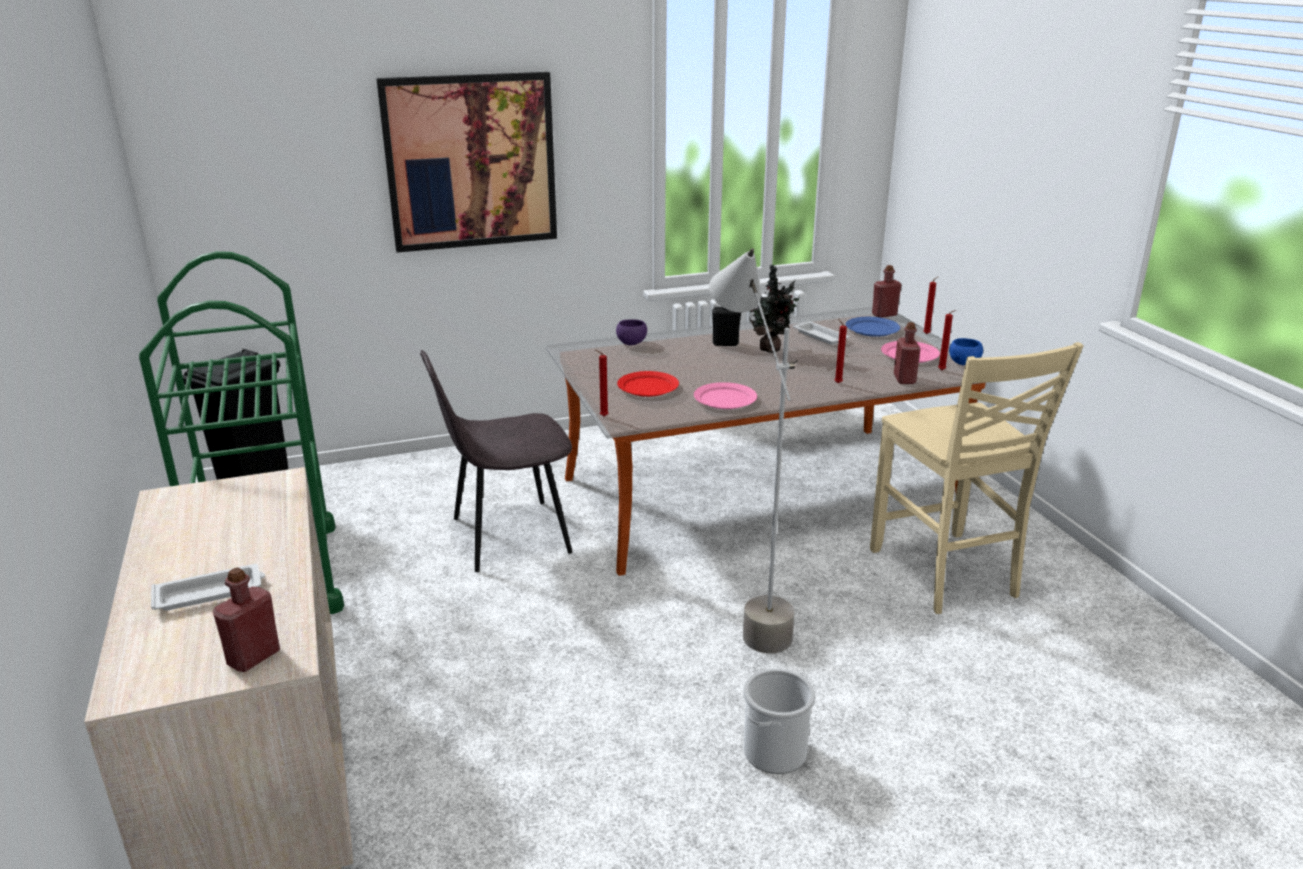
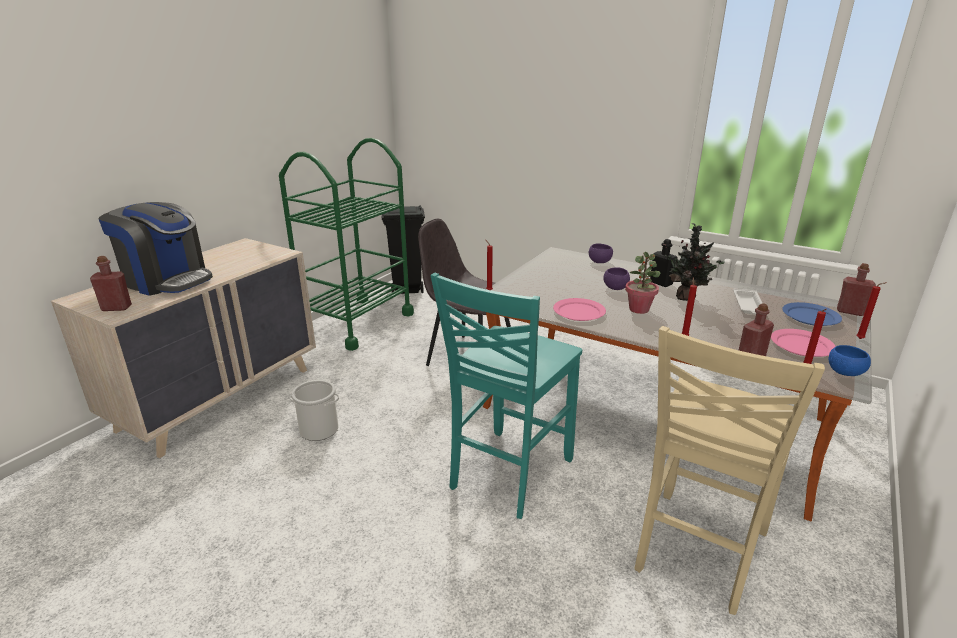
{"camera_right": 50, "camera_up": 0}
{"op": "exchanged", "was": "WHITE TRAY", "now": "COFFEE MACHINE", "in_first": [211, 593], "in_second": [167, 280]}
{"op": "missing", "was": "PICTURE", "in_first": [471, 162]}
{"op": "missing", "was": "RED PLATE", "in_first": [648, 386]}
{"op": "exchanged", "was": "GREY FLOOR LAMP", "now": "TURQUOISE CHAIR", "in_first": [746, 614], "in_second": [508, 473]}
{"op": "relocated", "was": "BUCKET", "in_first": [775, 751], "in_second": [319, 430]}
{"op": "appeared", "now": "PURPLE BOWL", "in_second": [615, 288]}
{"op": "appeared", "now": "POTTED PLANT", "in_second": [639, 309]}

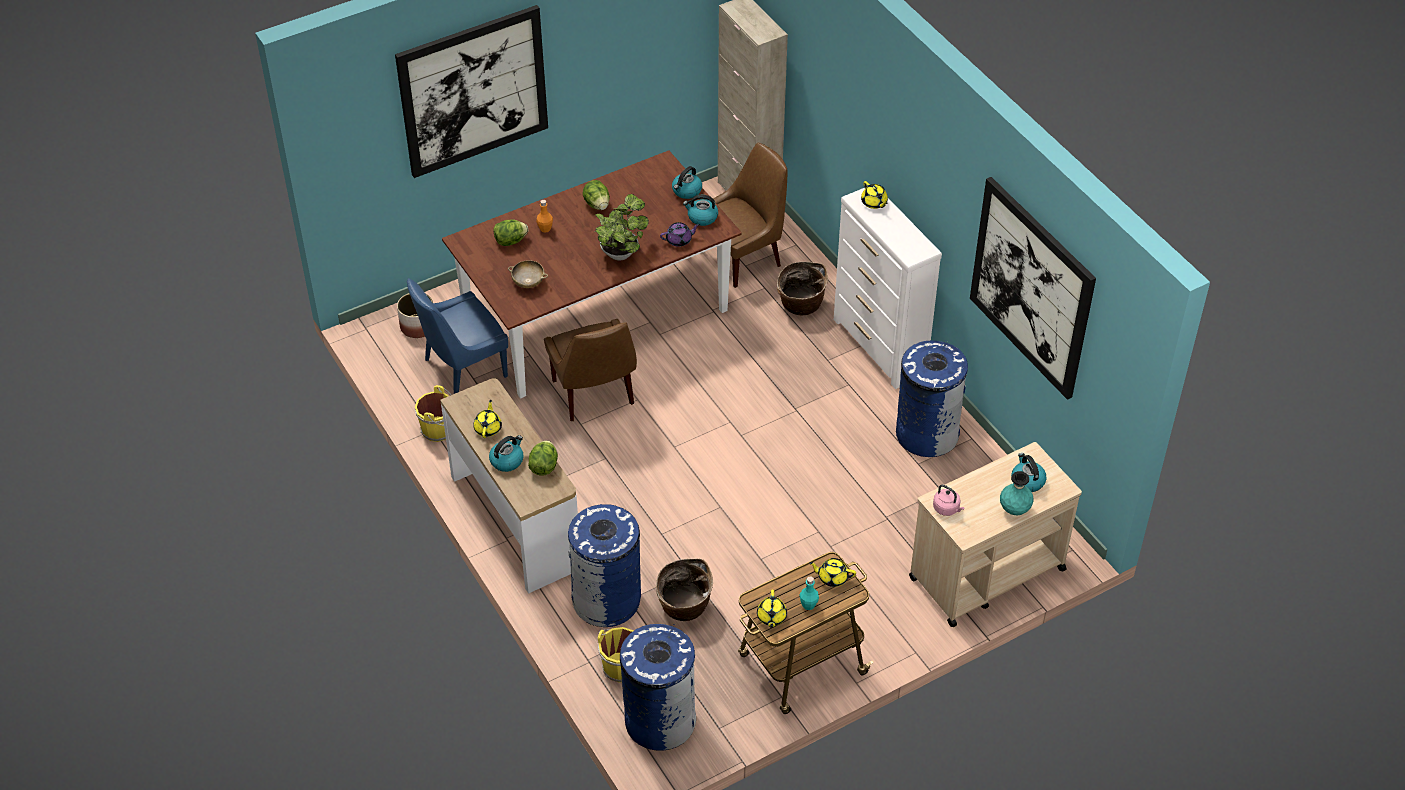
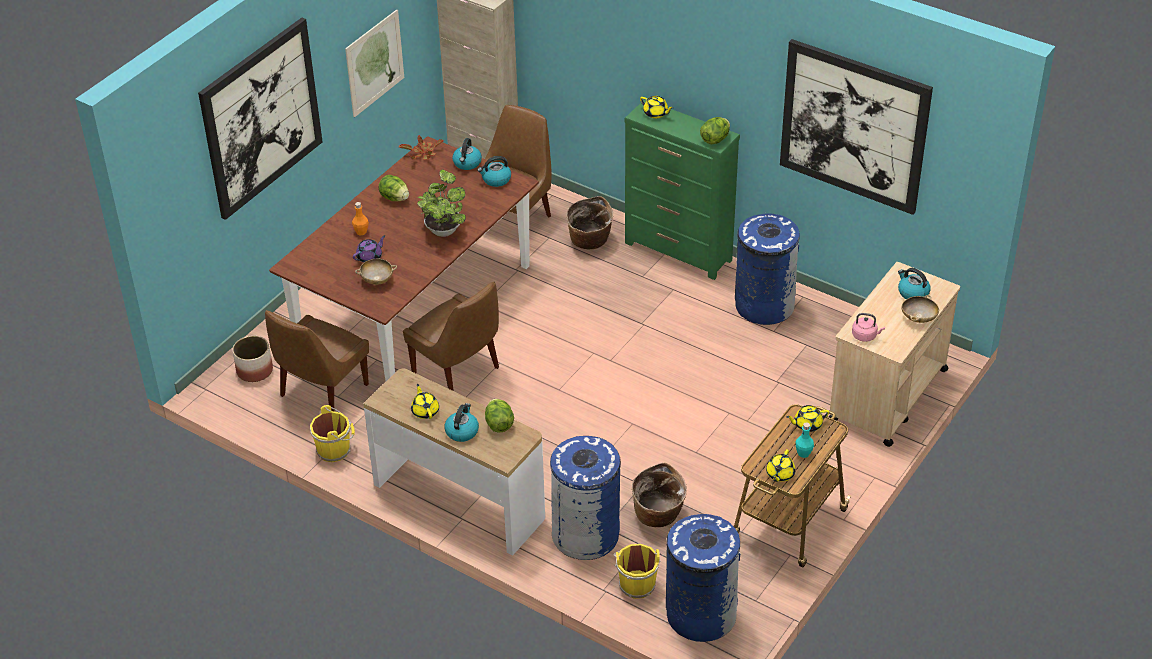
{"camera_right": -25, "camera_up": -5}
{"op": "colour", "was": "BLUE CHAIR", "now": "BROWN CHAIR", "in_first": [462, 369], "in_second": [322, 392]}
{"op": "relocated", "was": "LETTUCE", "in_first": [510, 241], "in_second": [715, 139]}
{"op": "relocated", "was": "PURPLE TEAPOT", "in_first": [679, 240], "in_second": [370, 257]}
{"op": "spun", "was": "YELLOW TEAPOT", "in_first": [771, 617], "in_second": [780, 474], "clockwise": 45}
{"op": "colour", "was": "WHITE DRESSER", "now": "GREEN DRESSER", "in_first": [879, 347], "in_second": [678, 252]}
{"op": "exchanged", "was": "TURQUOISE VASE", "now": "BEIGE BOWL", "in_first": [1014, 510], "in_second": [919, 318]}
{"op": "appeared", "now": "PICTURE", "in_second": [374, 63]}
{"op": "appeared", "now": "POTTED PLANT", "in_second": [423, 154]}

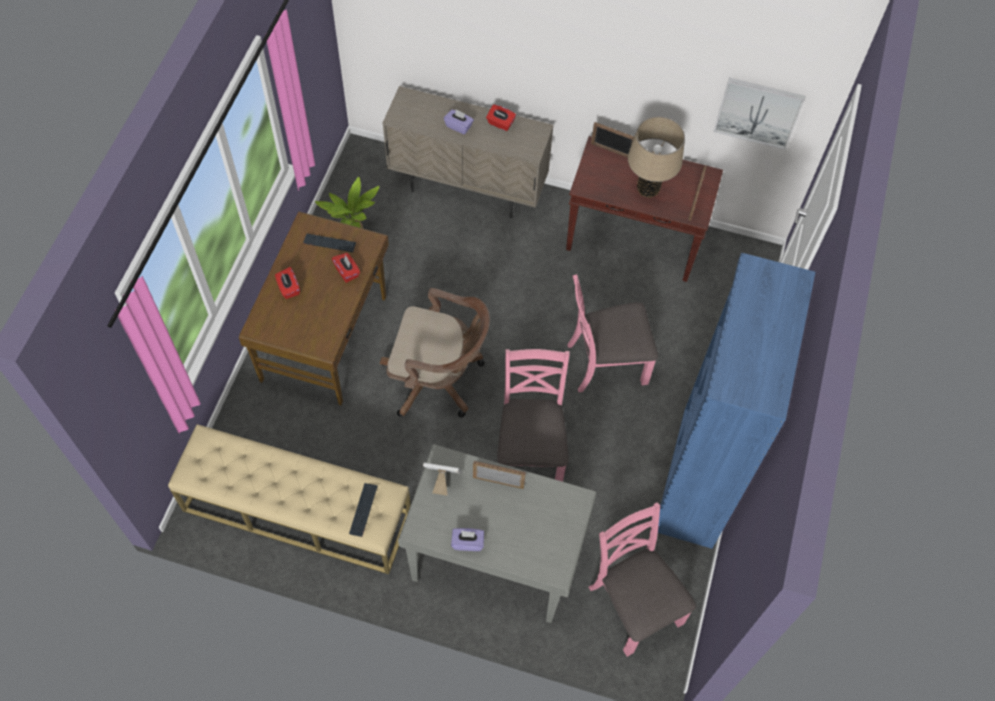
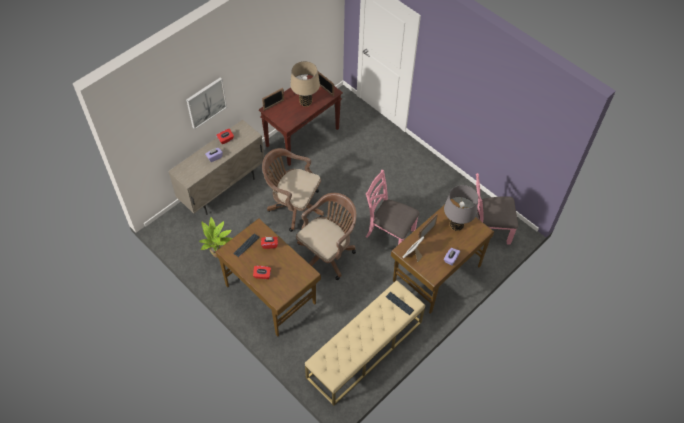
{"camera_right": -60, "camera_up": -5}
{"op": "colour", "was": "GREY DESK", "now": "BROWN DESK", "in_first": [494, 556], "in_second": [436, 273]}
{"op": "missing", "was": "PINK CHAIR", "in_first": [606, 363]}
{"op": "missing", "was": "BLUE BOOKCASE", "in_first": [696, 477]}
{"op": "relocated", "was": "PICTURE", "in_first": [758, 112], "in_second": [206, 102]}
{"op": "appeared", "now": "BROWN OFFICE CHAIR", "in_second": [293, 206]}
{"op": "appeared", "now": "GREY TABLE LAMP", "in_second": [456, 225]}

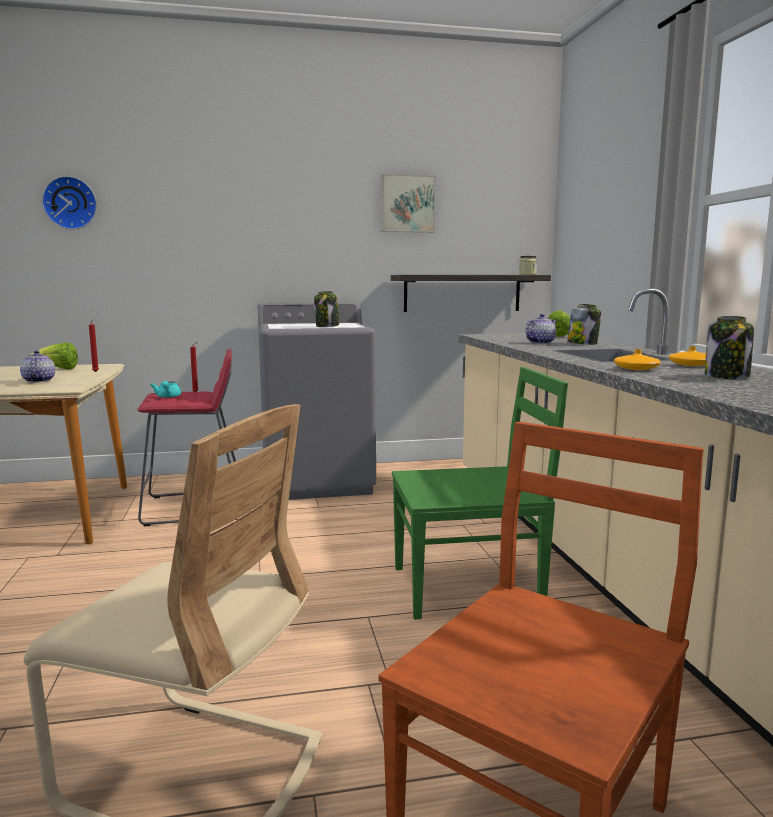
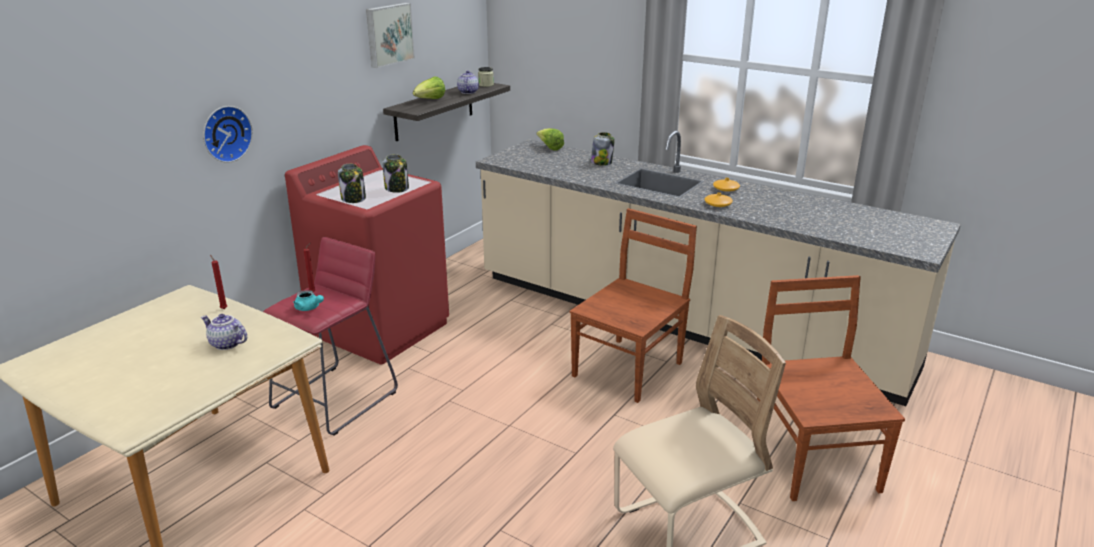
{"camera_right": -45, "camera_up": 15}
{"op": "relocated", "was": "LETTUCE", "in_first": [58, 369], "in_second": [430, 100]}
{"op": "relocated", "was": "WALL CLOCK", "in_first": [70, 203], "in_second": [225, 133]}
{"op": "colour", "was": "GREY WASHING MACHINE", "now": "RED WASHING MACHINE", "in_first": [317, 481], "in_second": [380, 328]}
{"op": "colour", "was": "GREEN CHAIR", "now": "BROWN CHAIR", "in_first": [470, 587], "in_second": [629, 368]}
{"op": "relocated", "was": "TEAPOT", "in_first": [540, 343], "in_second": [467, 92]}
{"op": "relocated", "was": "JAR", "in_first": [727, 376], "in_second": [353, 199]}

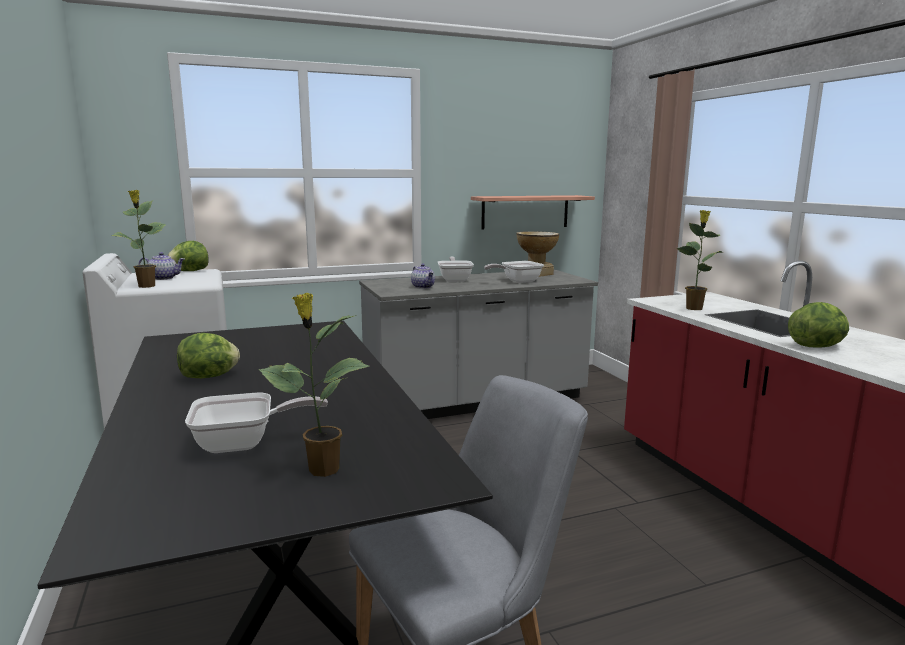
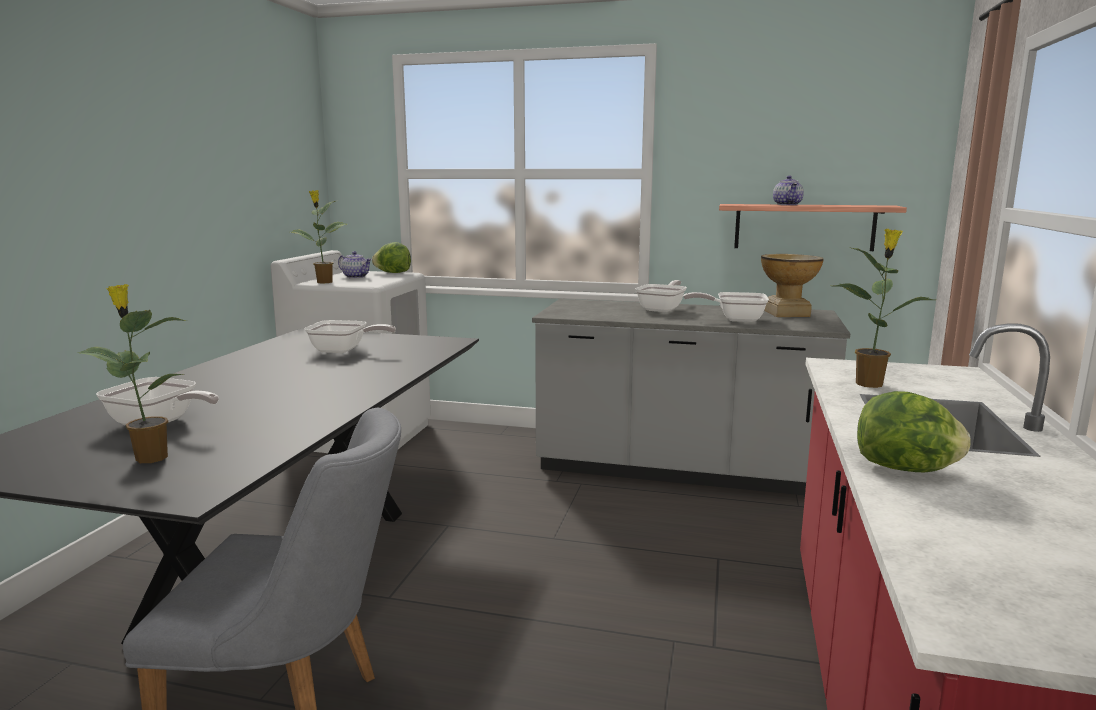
{"camera_right": 35, "camera_up": 0}
{"op": "missing", "was": "LETTUCE", "in_first": [209, 377]}
{"op": "relocated", "was": "TEAPOT", "in_first": [423, 287], "in_second": [787, 204]}
{"op": "appeared", "now": "FRYING PAN", "in_second": [343, 350]}

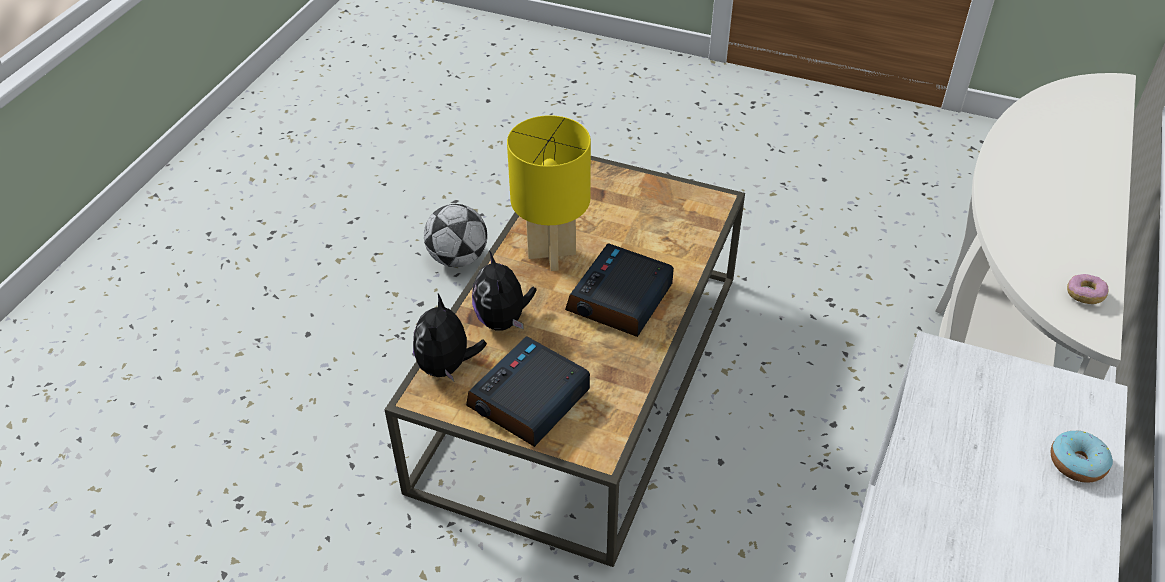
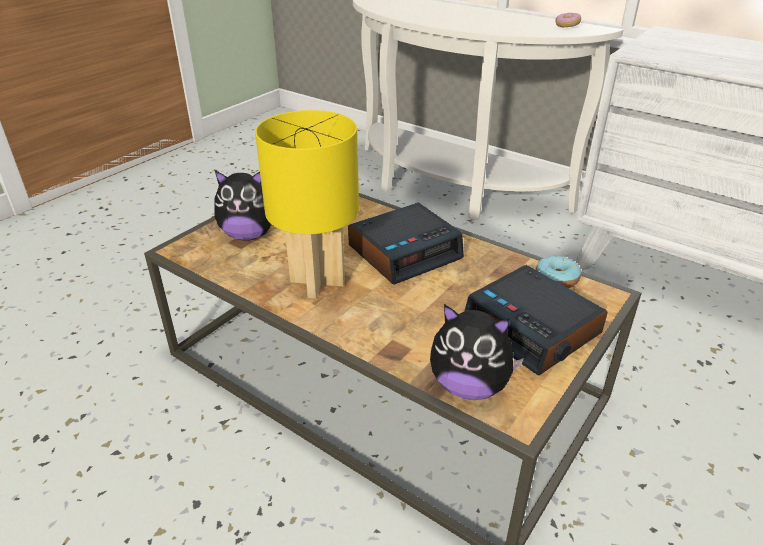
{"camera_right": -75, "camera_up": -10}
{"op": "missing", "was": "FOOTBALL", "in_first": [458, 258]}
{"op": "relocated", "was": "PLUSH TOY", "in_first": [503, 320], "in_second": [249, 235]}
{"op": "spun", "was": "ALARM CLOCK", "in_first": [620, 300], "in_second": [405, 252], "clockwise": -75}
{"op": "relocated", "was": "DONUT", "in_first": [1077, 463], "in_second": [556, 279]}

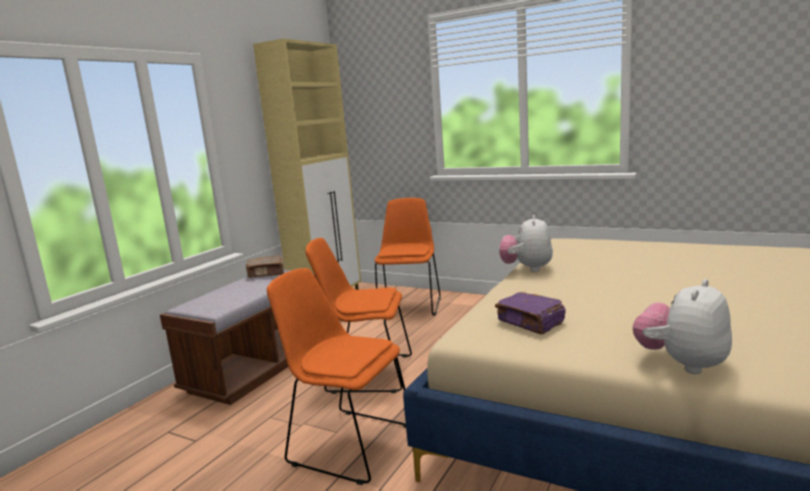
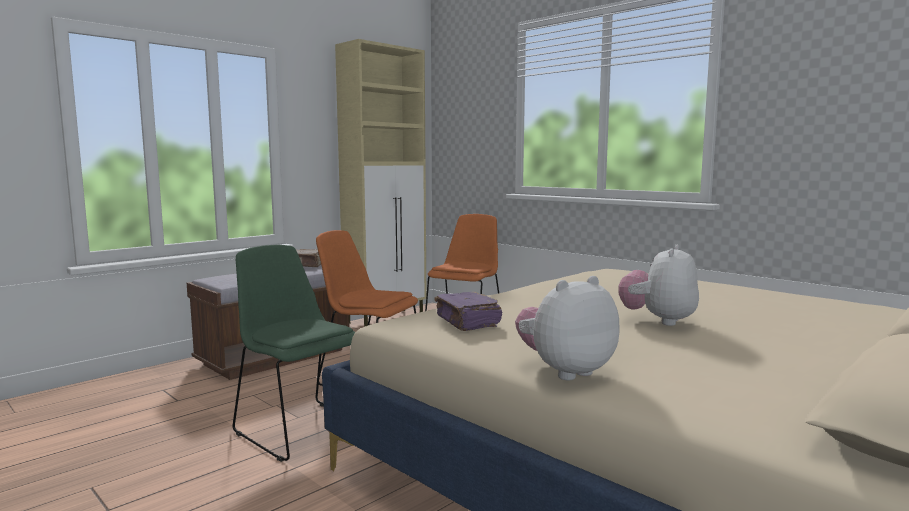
{"camera_right": 15, "camera_up": -5}
{"op": "colour", "was": "ORANGE CHAIR", "now": "GREEN CHAIR", "in_first": [348, 443], "in_second": [299, 428]}
{"op": "relocated", "was": "PLUSH TOY", "in_first": [527, 269], "in_second": [658, 320]}

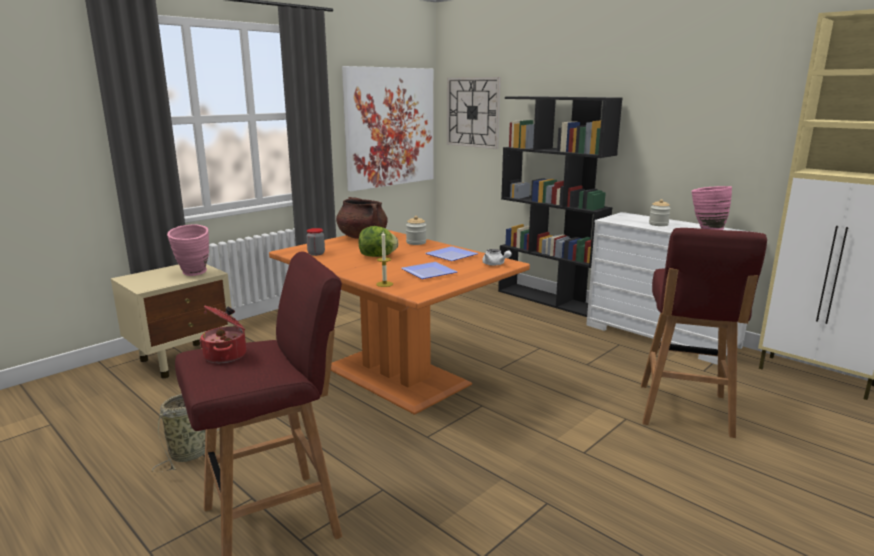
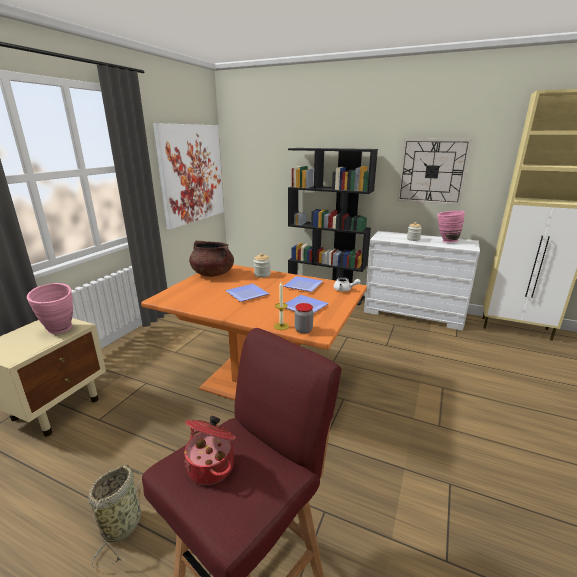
{"camera_right": -20, "camera_up": 5}
{"op": "relocated", "was": "JAR", "in_first": [316, 253], "in_second": [303, 330]}
{"op": "exchanged", "was": "LETTUCE", "now": "PLATE", "in_first": [378, 256], "in_second": [245, 294]}
{"op": "relocated", "was": "WALL CLOCK", "in_first": [473, 112], "in_second": [432, 171]}
{"op": "missing", "was": "RED STOOL", "in_first": [684, 411]}

